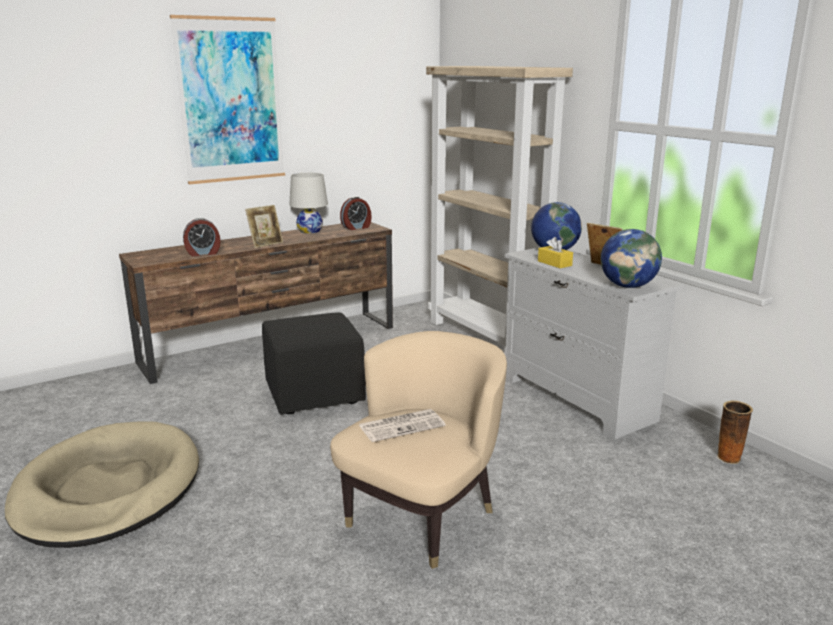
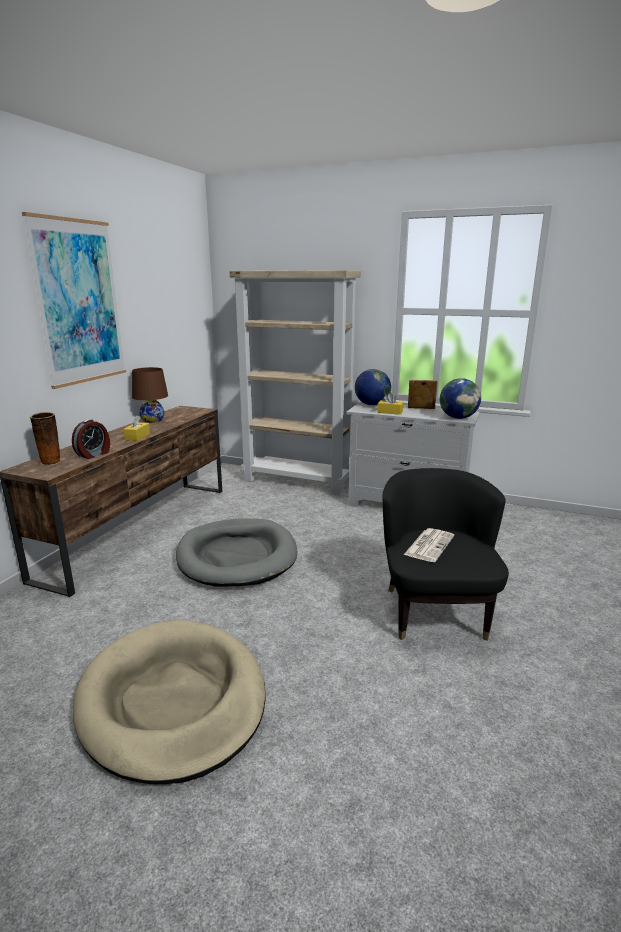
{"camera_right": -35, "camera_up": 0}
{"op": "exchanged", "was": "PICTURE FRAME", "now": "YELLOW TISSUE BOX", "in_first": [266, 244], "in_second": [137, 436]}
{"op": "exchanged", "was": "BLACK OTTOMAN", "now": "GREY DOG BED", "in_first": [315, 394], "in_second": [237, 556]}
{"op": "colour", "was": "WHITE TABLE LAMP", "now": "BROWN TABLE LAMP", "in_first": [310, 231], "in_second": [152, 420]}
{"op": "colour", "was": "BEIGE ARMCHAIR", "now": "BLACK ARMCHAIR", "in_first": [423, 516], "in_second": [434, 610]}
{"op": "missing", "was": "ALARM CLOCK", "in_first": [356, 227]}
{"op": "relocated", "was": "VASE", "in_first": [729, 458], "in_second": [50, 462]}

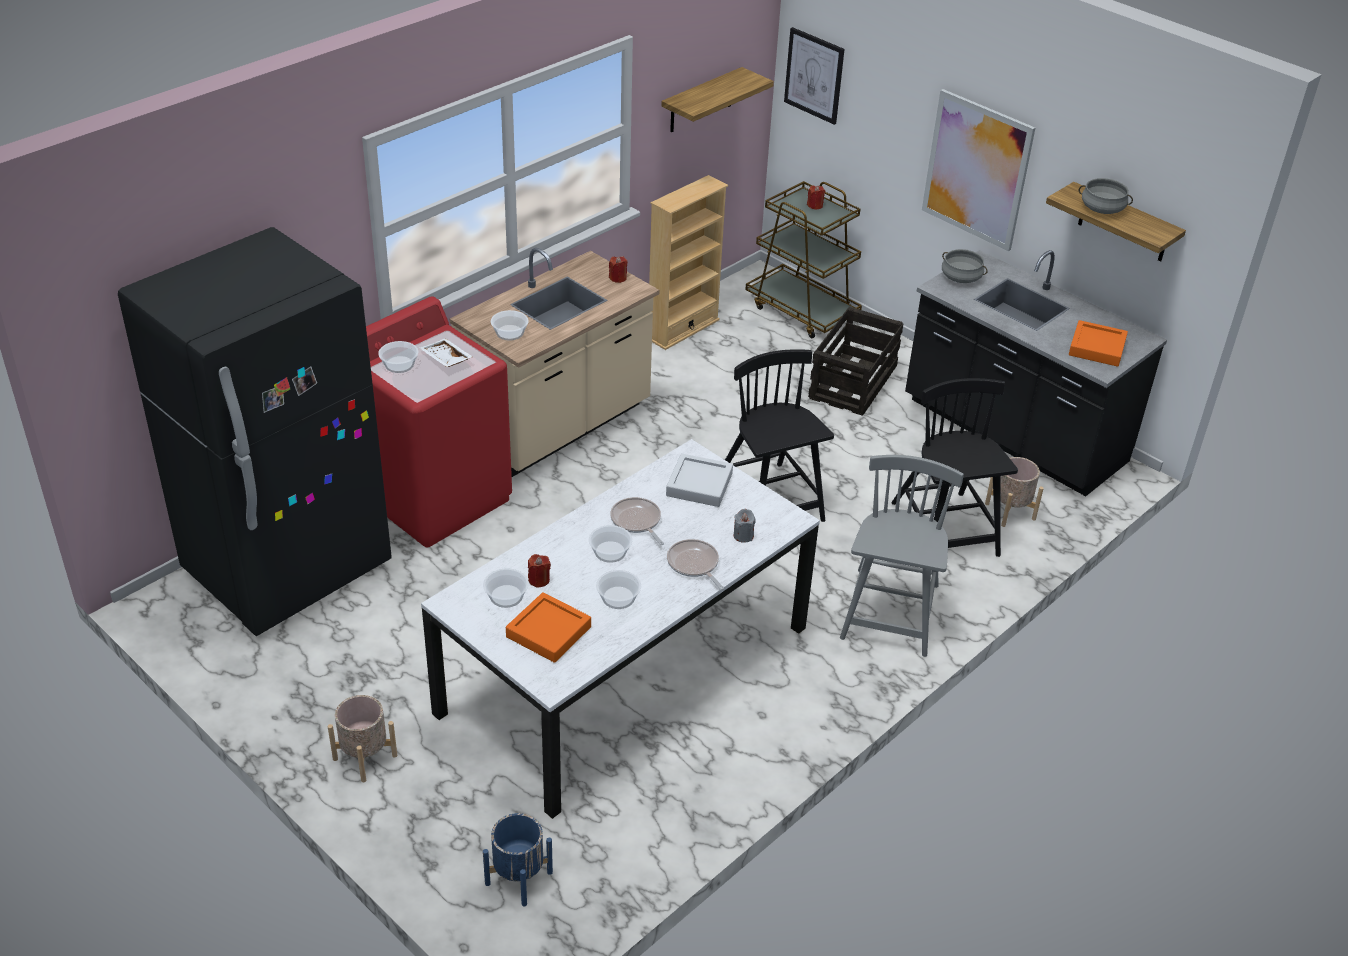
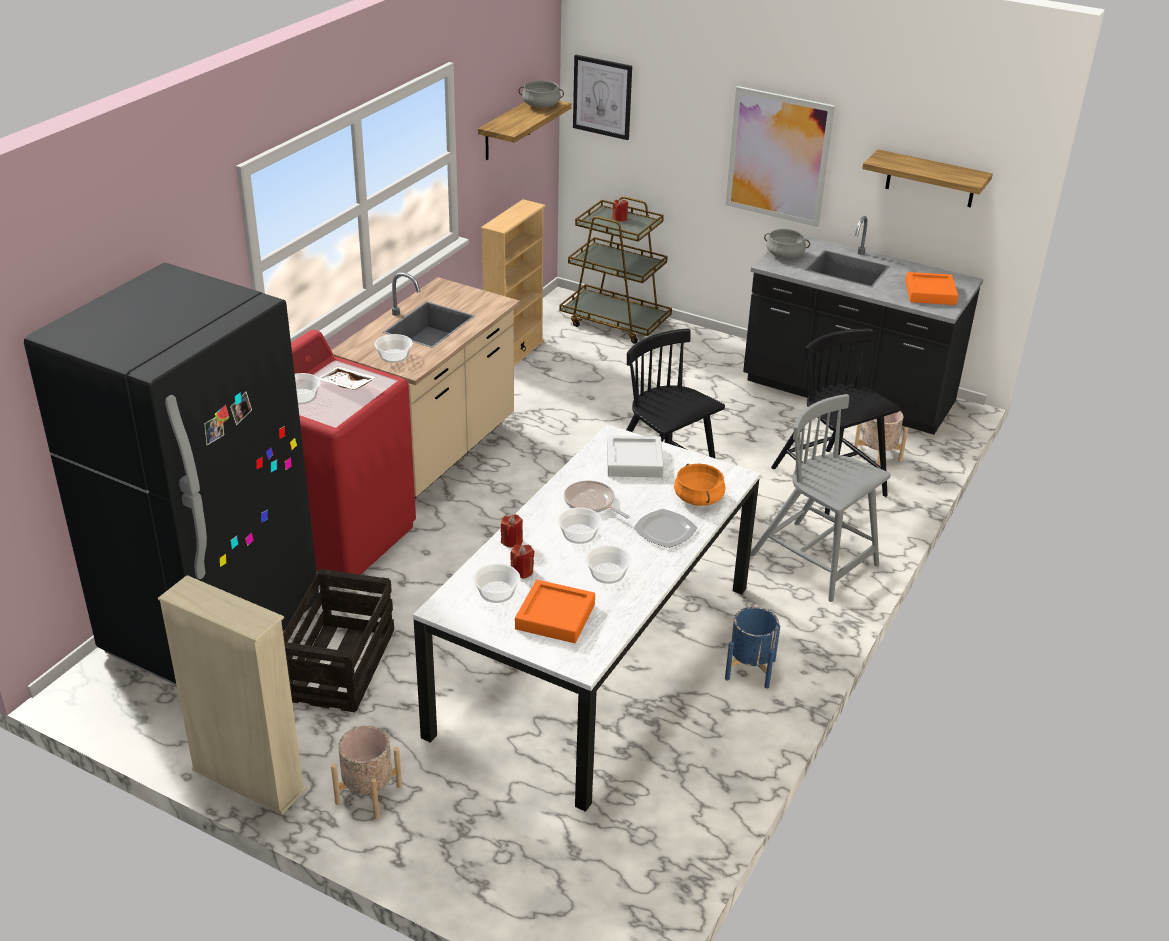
{"camera_right": -15, "camera_up": -5}
{"op": "relocated", "was": "BLUE PLANTER", "in_first": [518, 878], "in_second": [750, 669]}
{"op": "relocated", "was": "RED CANDLE", "in_first": [618, 278], "in_second": [512, 541]}
{"op": "exchanged", "was": "FRYING PAN", "now": "PLATE", "in_first": [694, 564], "in_second": [665, 531]}
{"op": "exchanged", "was": "GREY CANDLE", "now": "ORANGE COOKING POT", "in_first": [743, 535], "in_second": [698, 498]}
{"op": "relocated", "was": "CRATE", "in_first": [853, 382], "in_second": [340, 664]}
{"op": "spun", "was": "GREY CHAIR", "in_first": [890, 614], "in_second": [816, 562], "clockwise": -45}
{"op": "relocated", "was": "GREY COOKING POT", "in_first": [1102, 209], "in_second": [541, 105]}
{"op": "appeared", "now": "BEIGE BOOKCASE", "in_second": [248, 780]}

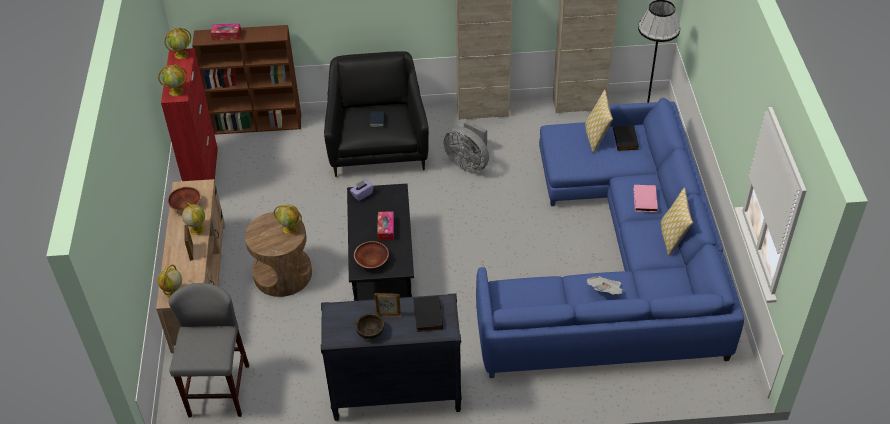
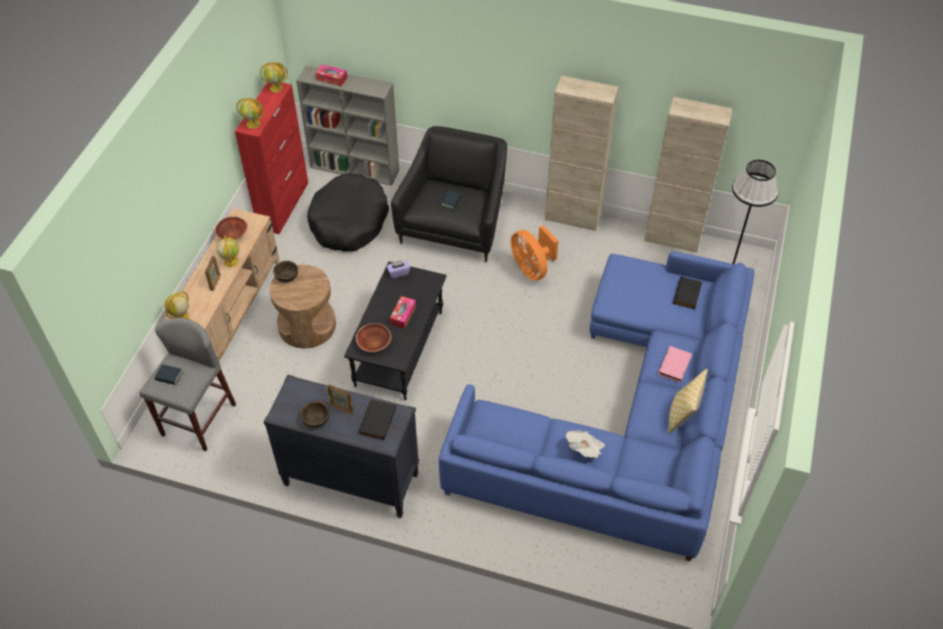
{"camera_right": 20, "camera_up": 5}
{"op": "colour", "was": "BROWN BOOKCASE", "now": "GREY BOOKCASE", "in_first": [258, 124], "in_second": [355, 169]}
{"op": "missing", "was": "GLOBE", "in_first": [290, 229]}
{"op": "colour", "was": "GREY FAN", "now": "ORANGE FAN", "in_first": [468, 163], "in_second": [532, 268]}
{"op": "missing", "was": "PILLOW", "in_first": [596, 137]}
{"op": "appeared", "now": "BOOK", "in_second": [169, 376]}
{"op": "appeared", "now": "BROWN BOWL", "in_second": [287, 277]}
{"op": "appeared", "now": "BLACK DOG BED", "in_second": [349, 222]}

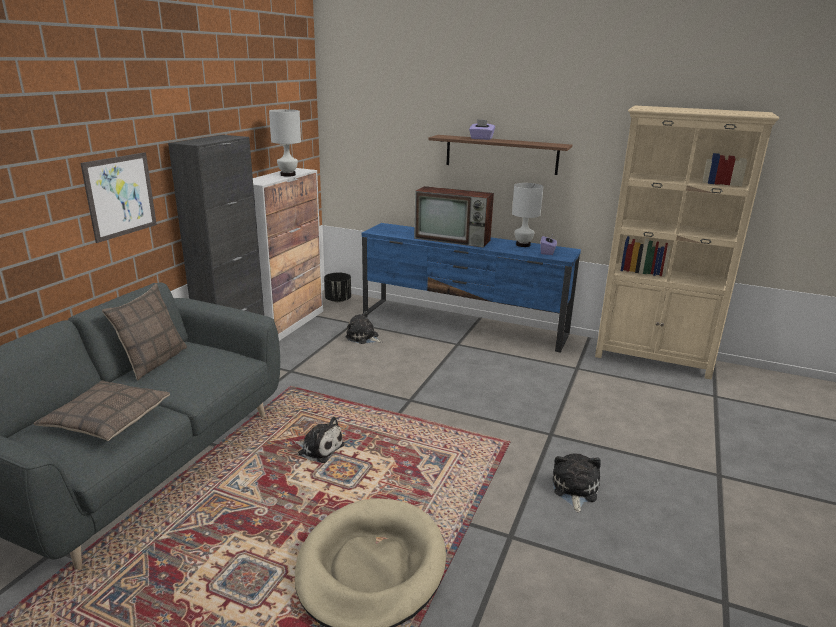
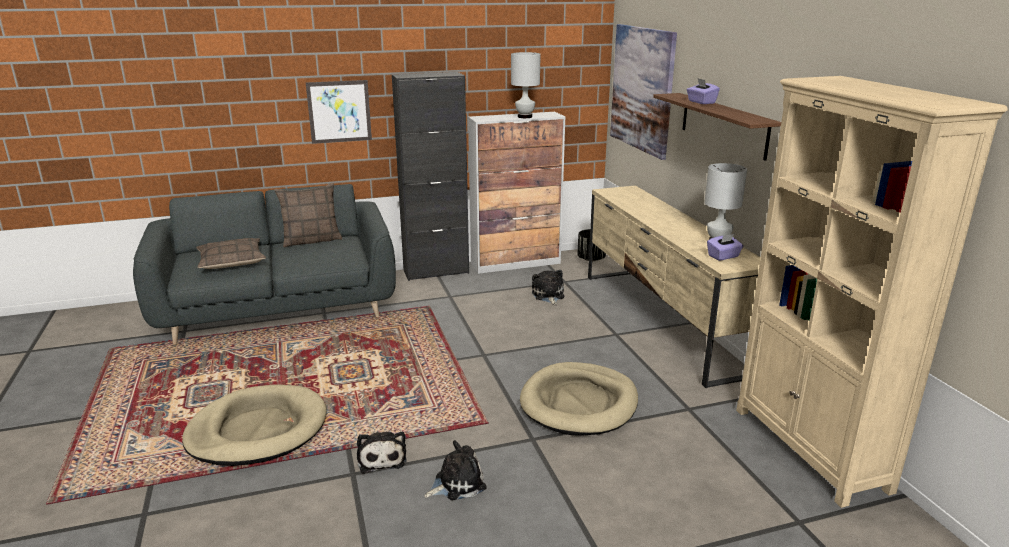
{"camera_right": 50, "camera_up": 0}
{"op": "relocated", "was": "PLUSH TOY", "in_first": [319, 448], "in_second": [381, 458]}
{"op": "colour", "was": "BLUE TV STAND", "now": "BEIGE TV STAND", "in_first": [464, 324], "in_second": [661, 321]}
{"op": "missing", "was": "TELEVISION", "in_first": [453, 239]}
{"op": "appeared", "now": "BEIGE DOG BED", "in_second": [579, 403]}
{"op": "appeared", "now": "PICTURE", "in_second": [642, 89]}

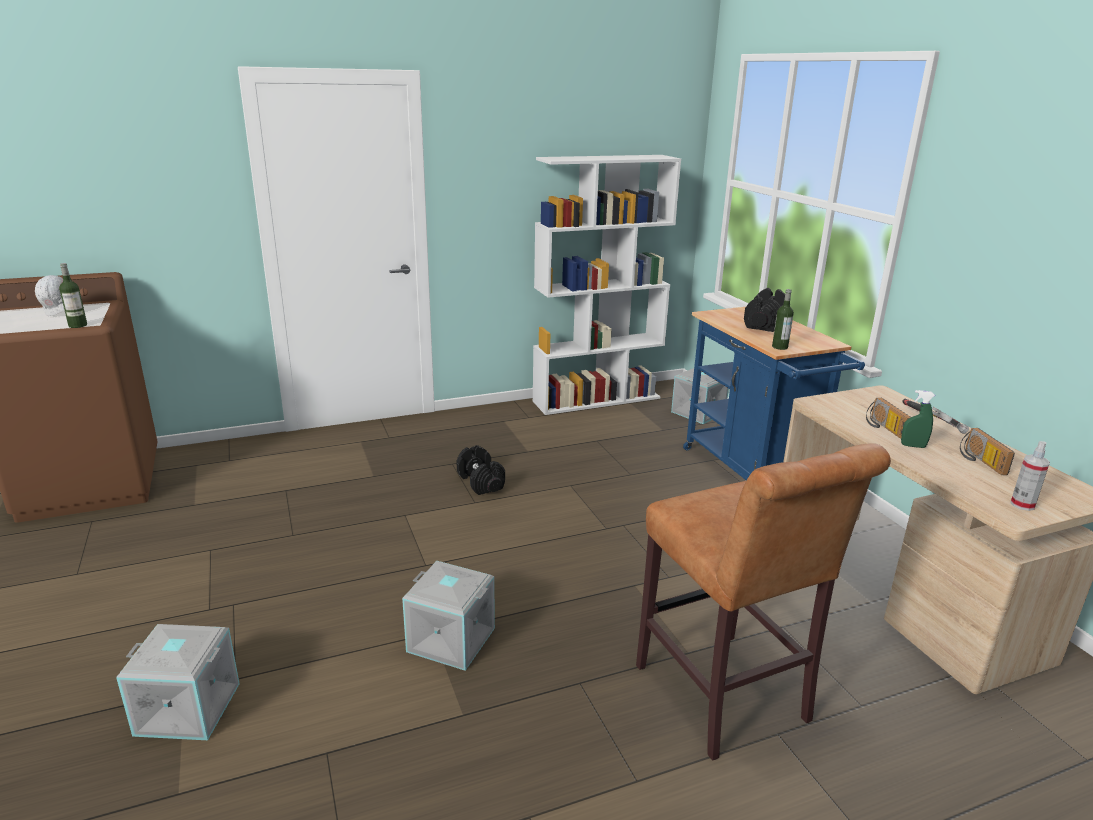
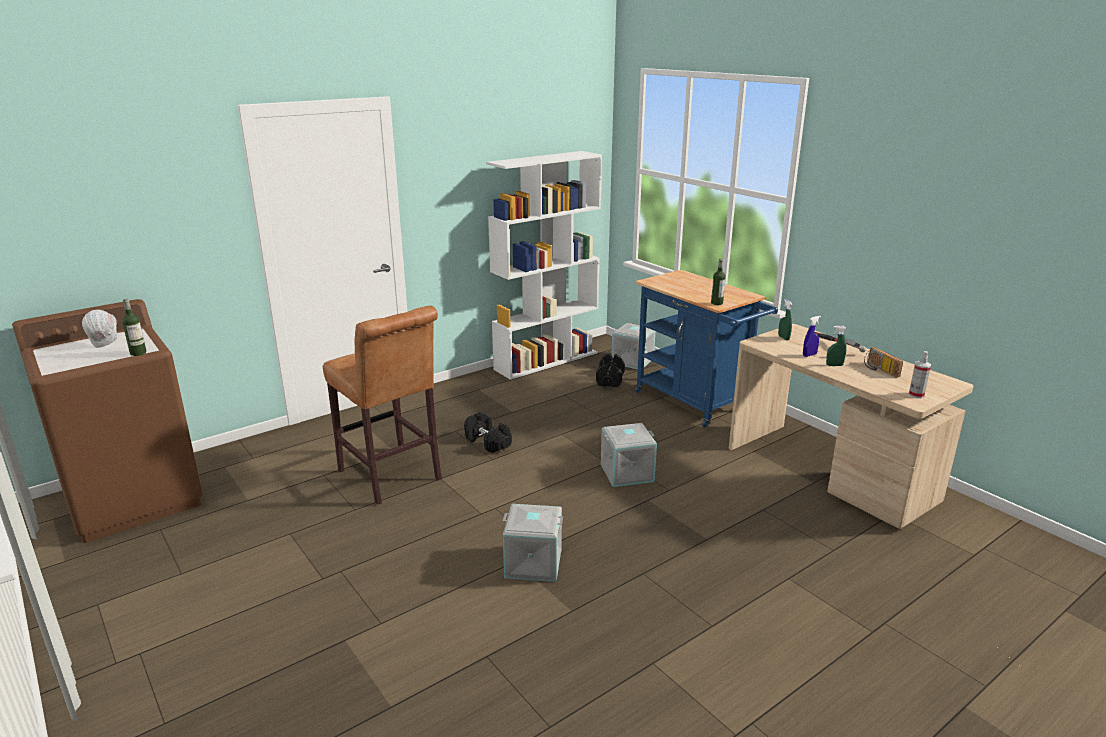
{"camera_right": -15, "camera_up": 0}
{"op": "relocated", "was": "GREY STORAGE BOX", "in_first": [189, 707], "in_second": [627, 472]}
{"op": "relocated", "was": "BROWN STOOL", "in_first": [726, 699], "in_second": [392, 477]}
{"op": "relocated", "was": "BLACK DUMBBELL", "in_first": [765, 324], "in_second": [610, 379]}
{"op": "exchanged", "was": "RADIO", "now": "BLUE SPRAY BOTTLE", "in_first": [883, 428], "in_second": [809, 355]}
{"op": "appeared", "now": "GREEN SPRAY BOTTLE", "in_second": [783, 338]}

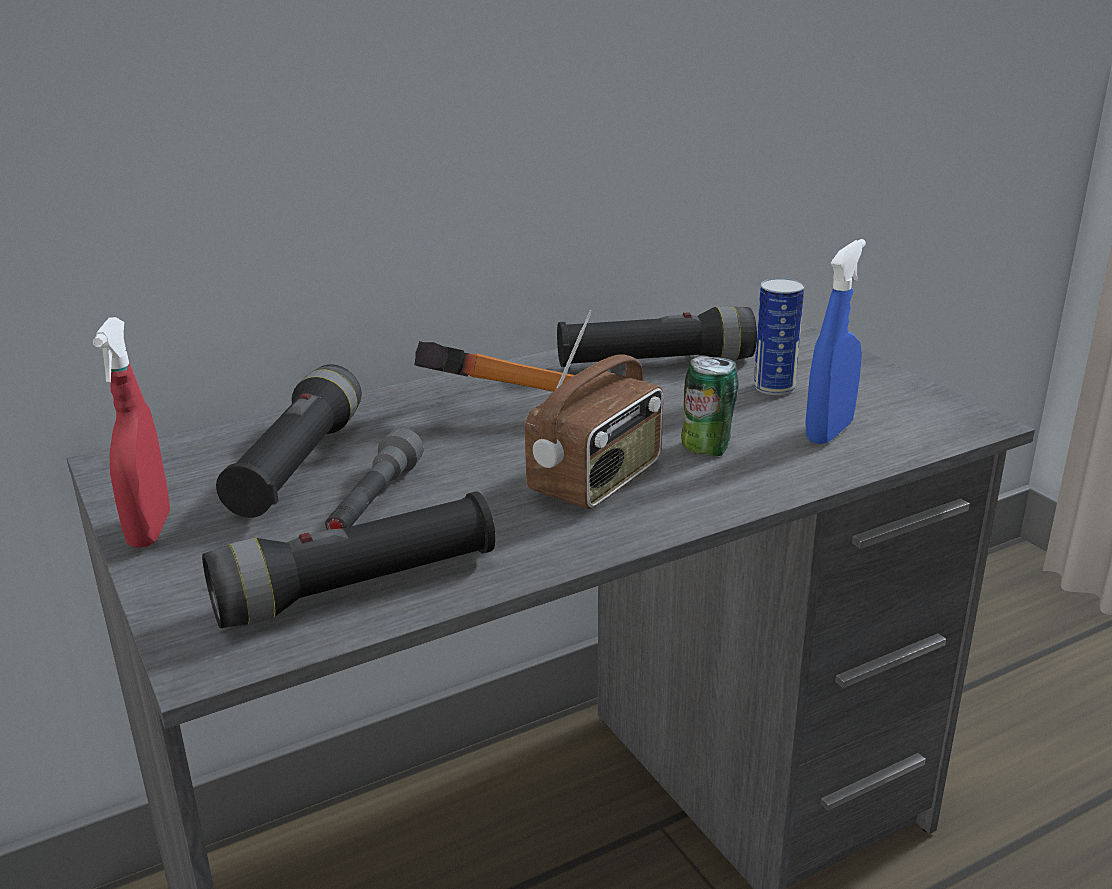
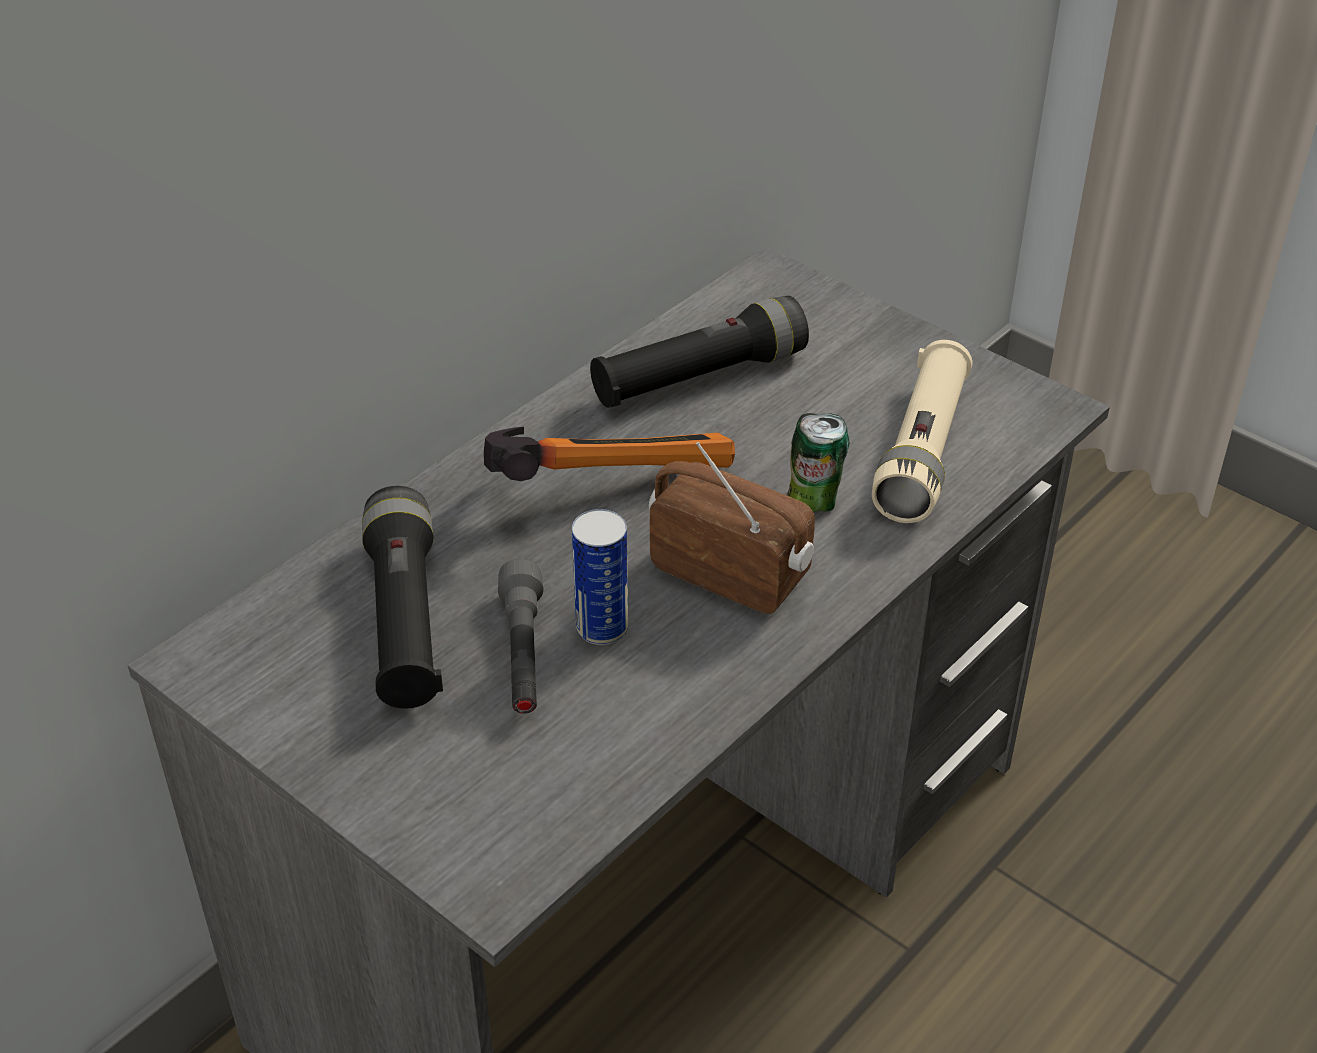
{"camera_right": -20, "camera_up": 15}
{"op": "missing", "was": "RED SPRAY BOTTLE", "in_first": [150, 530]}
{"op": "missing", "was": "BLACK FLASHLIGHT", "in_first": [357, 587]}
{"op": "spun", "was": "RADIO", "in_first": [598, 481], "in_second": [731, 572], "clockwise": -75}
{"op": "relocated", "was": "CAN", "in_first": [774, 387], "in_second": [602, 628]}
{"op": "exchanged", "was": "BLUE SPRAY BOTTLE", "now": "BEIGE FLASHLIGHT", "in_first": [829, 432], "in_second": [922, 452]}

